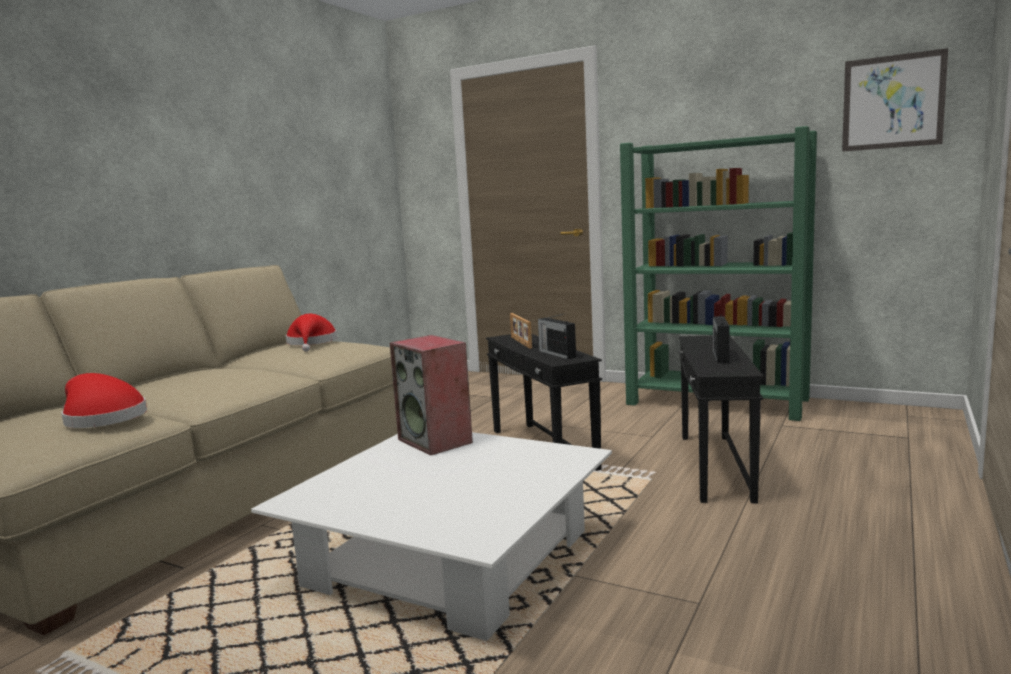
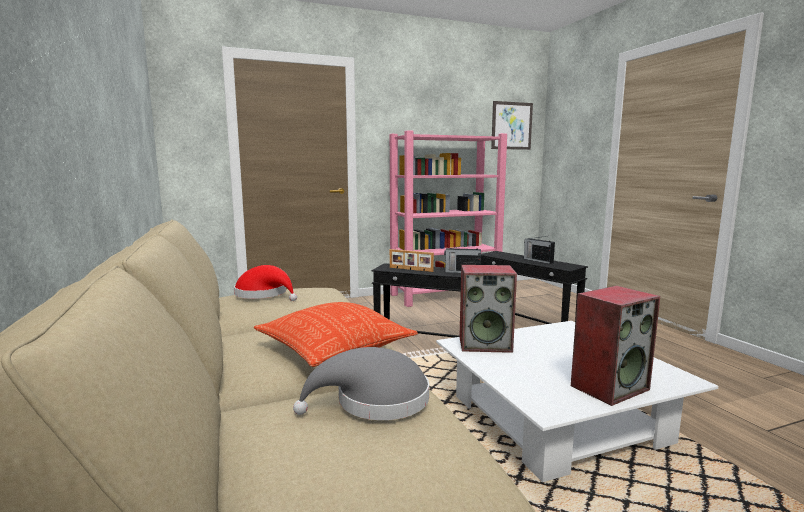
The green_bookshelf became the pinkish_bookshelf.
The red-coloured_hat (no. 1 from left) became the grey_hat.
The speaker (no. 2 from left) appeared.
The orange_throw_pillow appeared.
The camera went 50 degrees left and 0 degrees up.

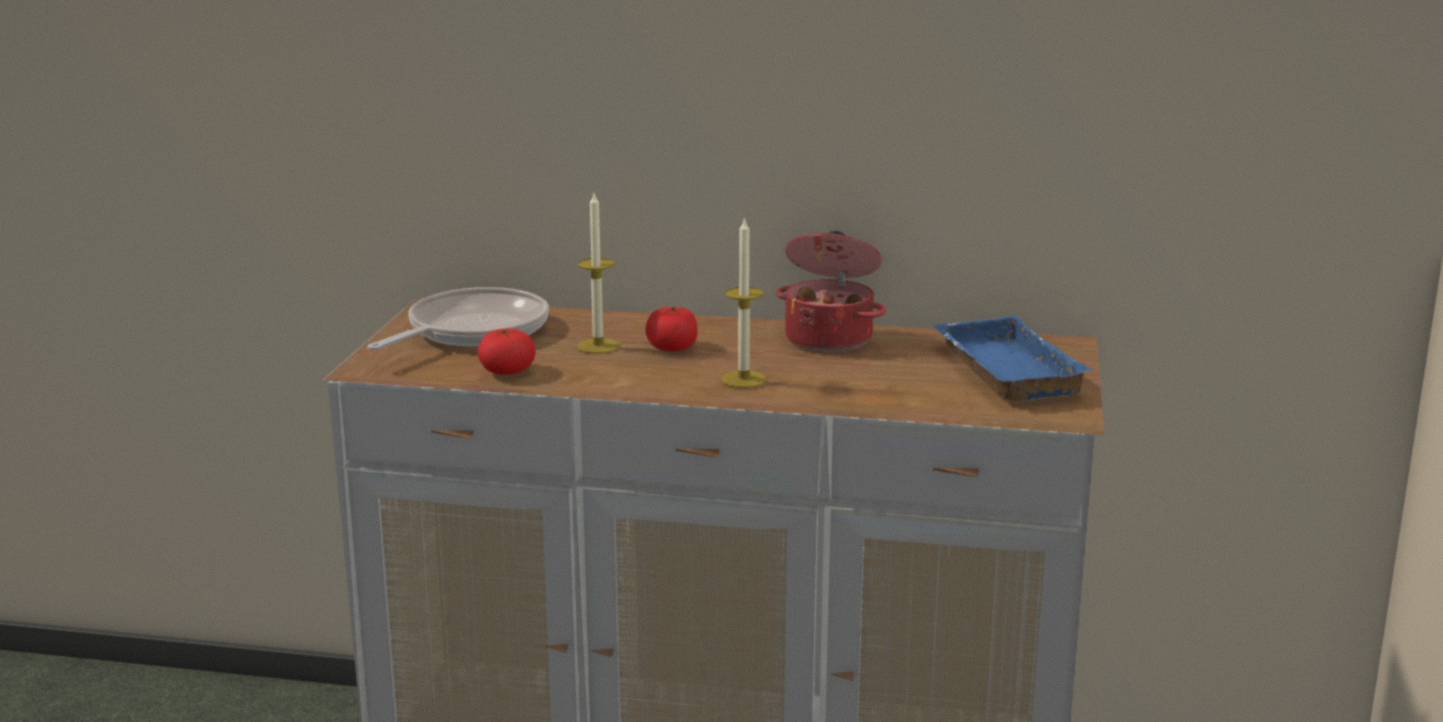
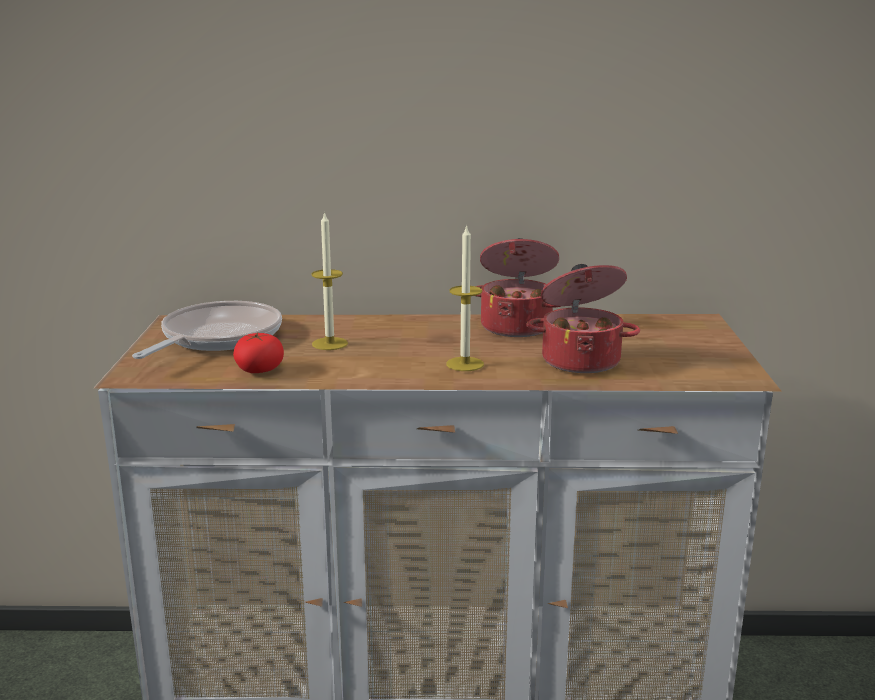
The tomato (no. 2 from left) disappeared.
The blue-coloured_tray disappeared.
The cooking_pot (no. 2 from left) appeared.
The camera went 10 degrees left and 0 degrees up.

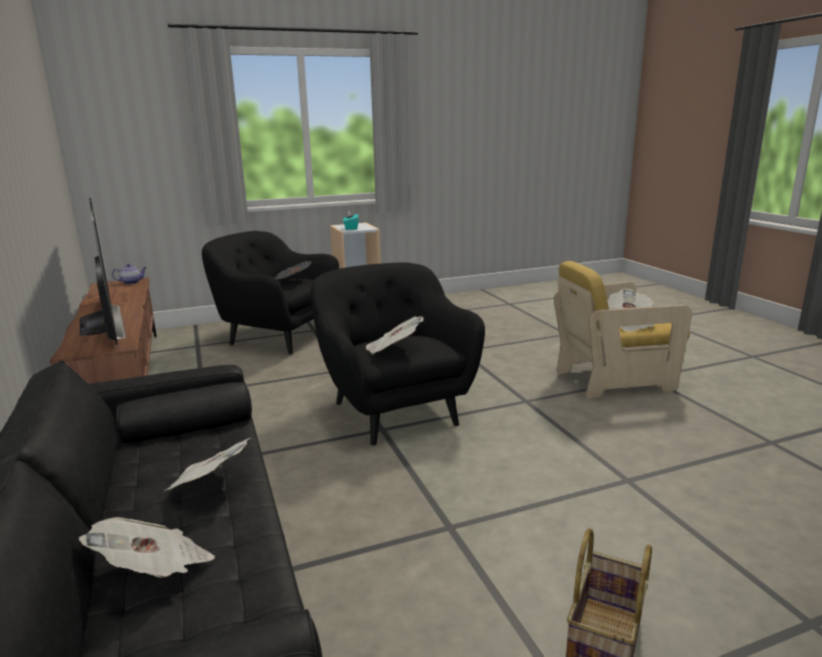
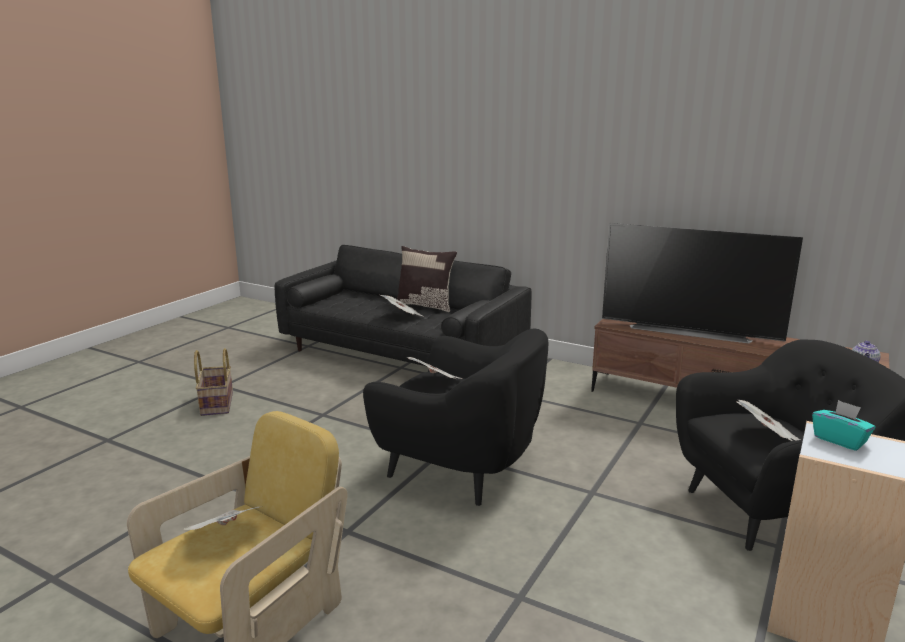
The daily_paper (no. 1 from left) disappeared.
The throw_pillow appeared.
The camera went 140 degrees right and 0 degrees up.

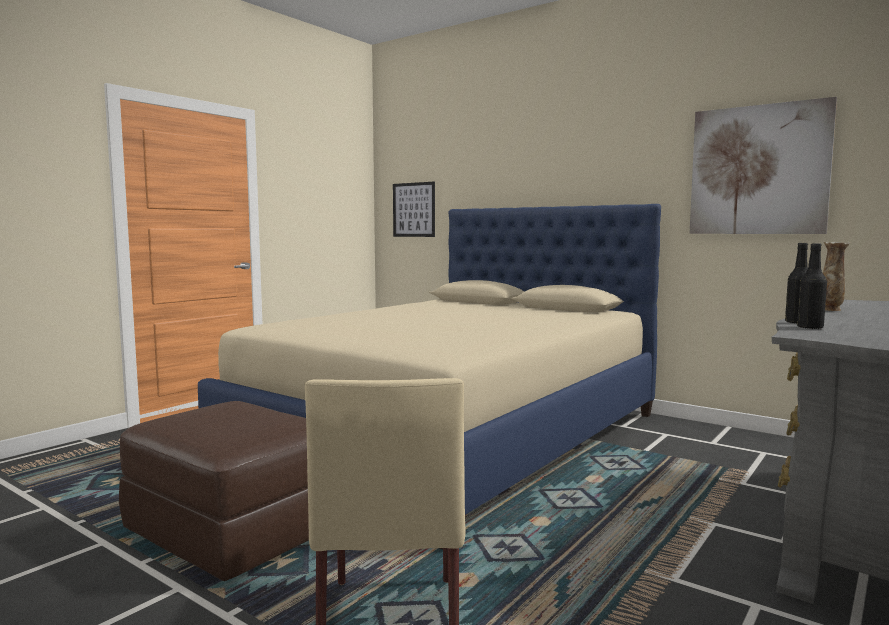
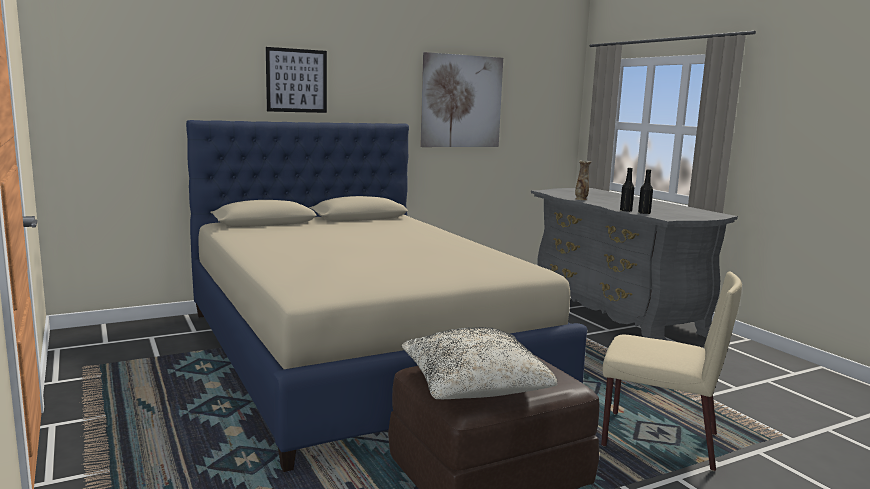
The wall_picture (no. 1 from left) moved.
The sand-coloured_throw_pillow appeared.
The camera went 65 degrees left and 5 degrees up.

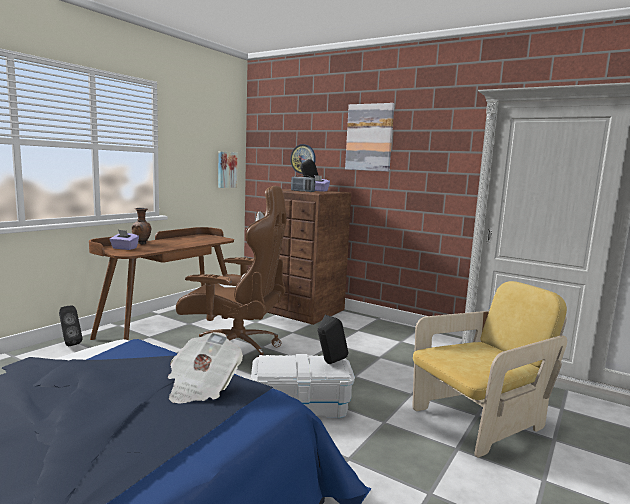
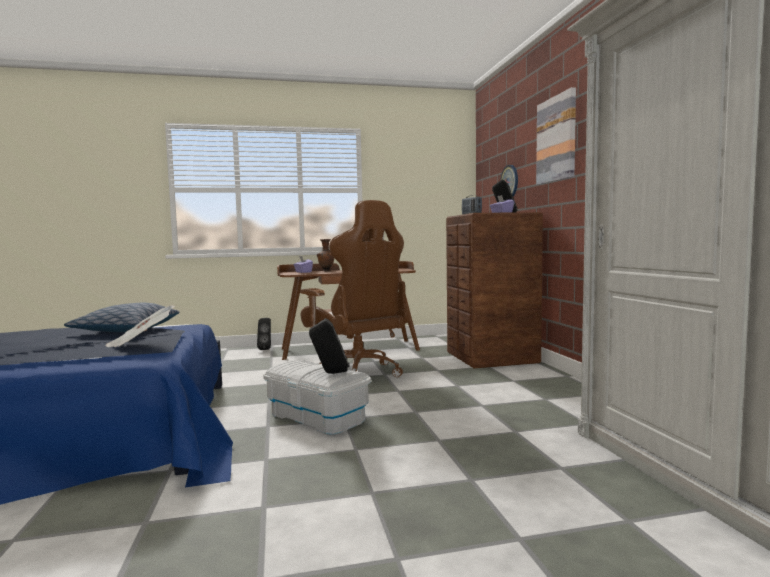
The wall_picture (no. 1 from left) disappeared.
The yellowish_lounge_chair disappeared.
The throw_pillow appeared.
The camera went 45 degrees right and 5 degrees down.

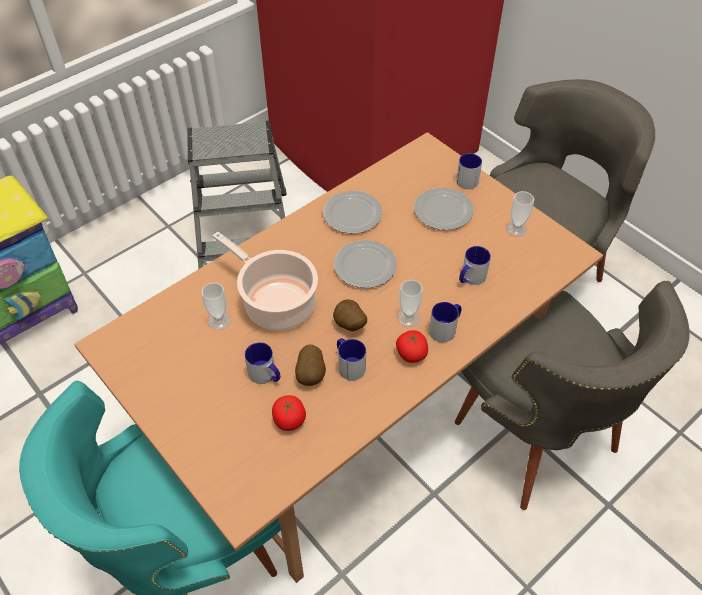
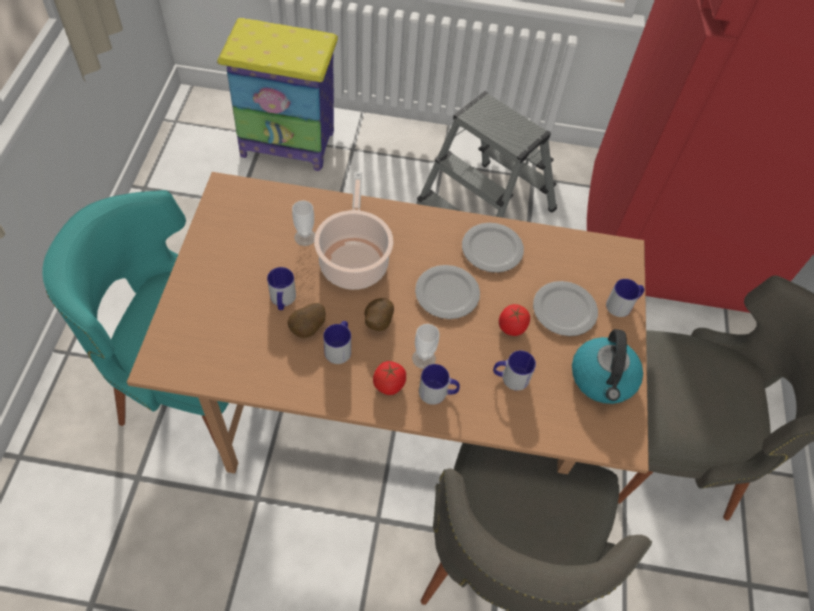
The cup (no. 3 from left) was replaced by the tea_kettle.
The tomato (no. 1 from left in the first image) moved.
The camera went 45 degrees right and 5 degrees up.

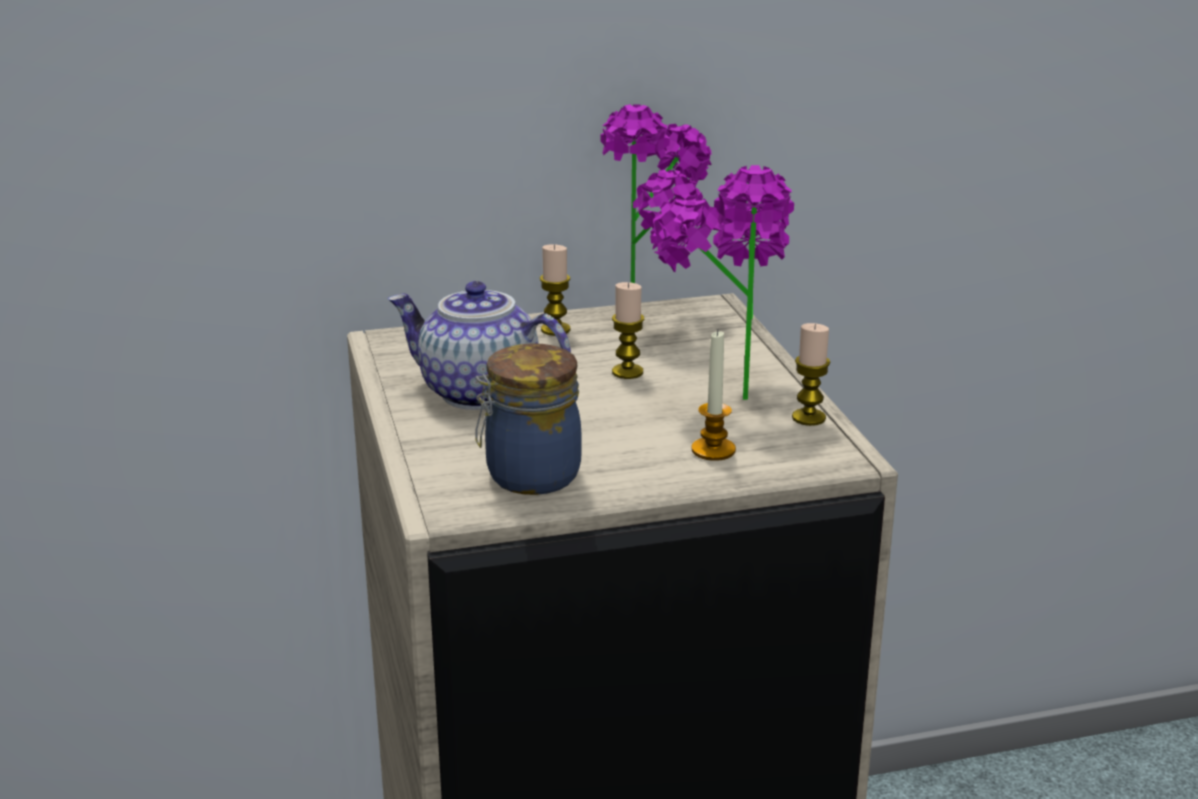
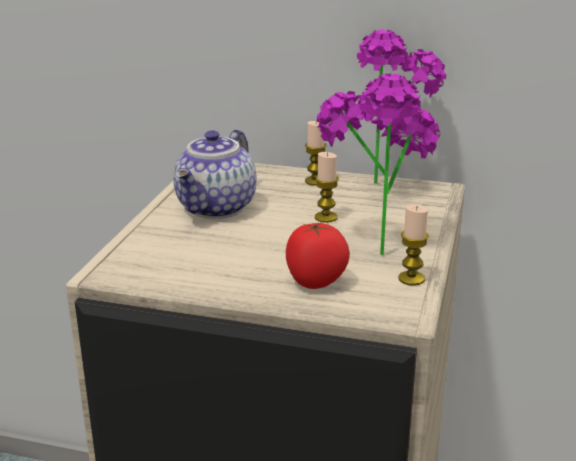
The pot_for_tea turned 120 degrees counterclockwise.
The candle (no. 3 from left) was replaced by the tomato.
The storage_jar disappeared.
The camera went 30 degrees right and 0 degrees up.

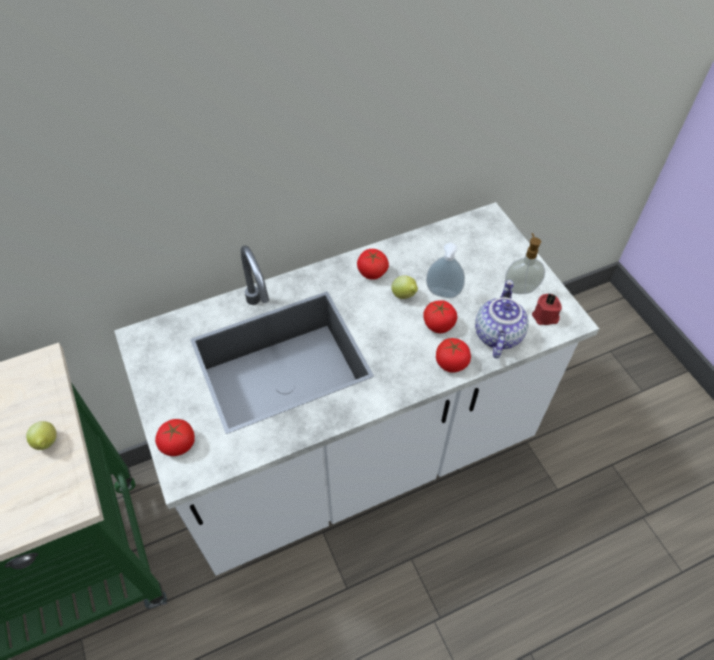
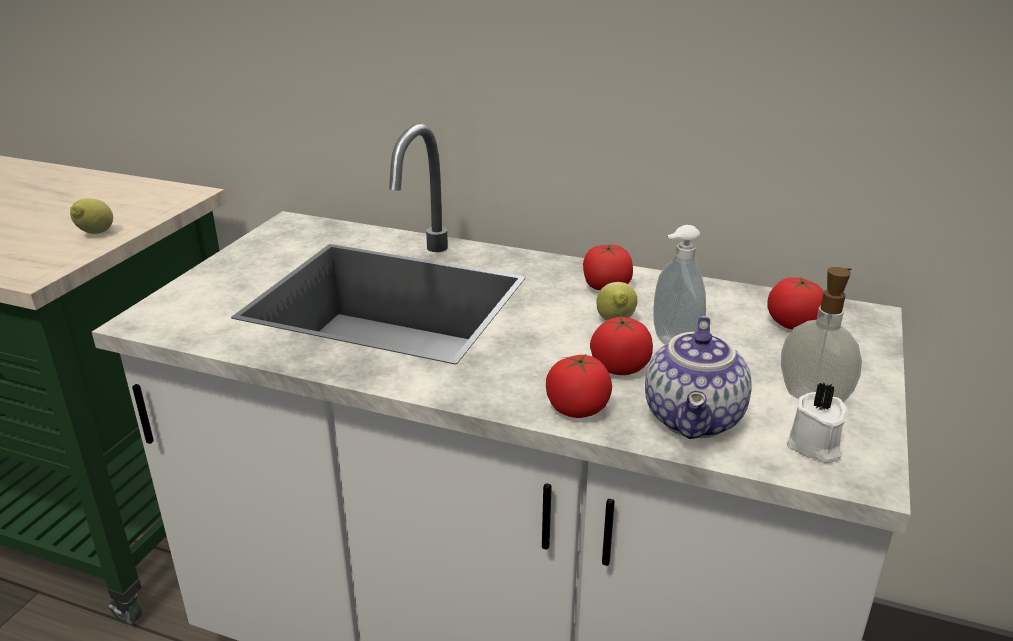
The pot_for_tea turned 135 degrees clockwise.
The red-coloured_candle became the white-coloured_candle.
The tomato (no. 1 from left in the first image) moved.
The camera went 45 degrees right and 25 degrees down.

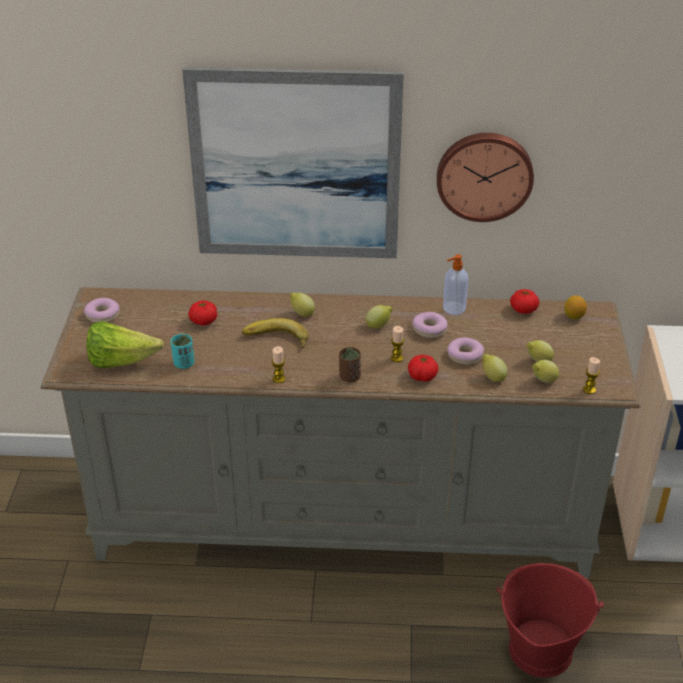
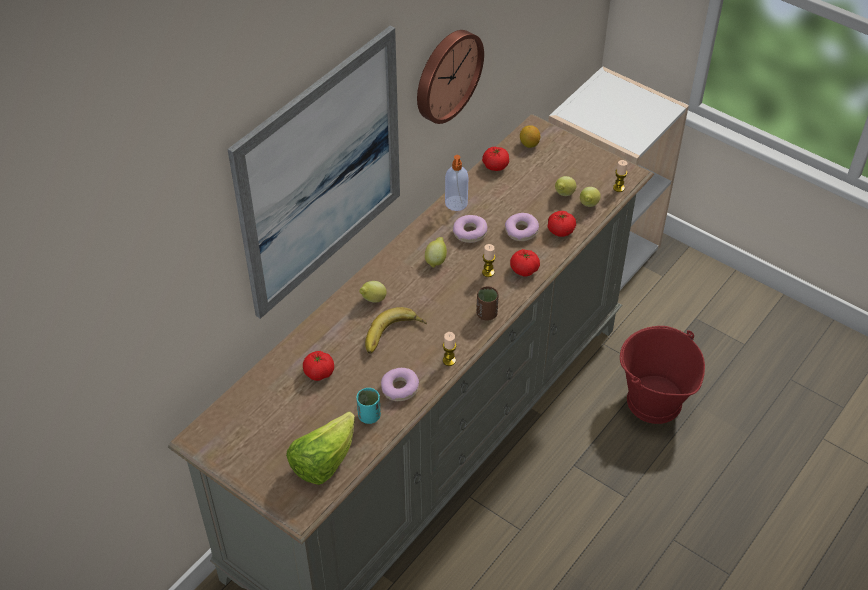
The doughnut (no. 1 from left) moved.
The citrus_fruit (no. 3 from left) was replaced by the tomato (no. 4 from left).
The camera went 55 degrees left and 10 degrees up.

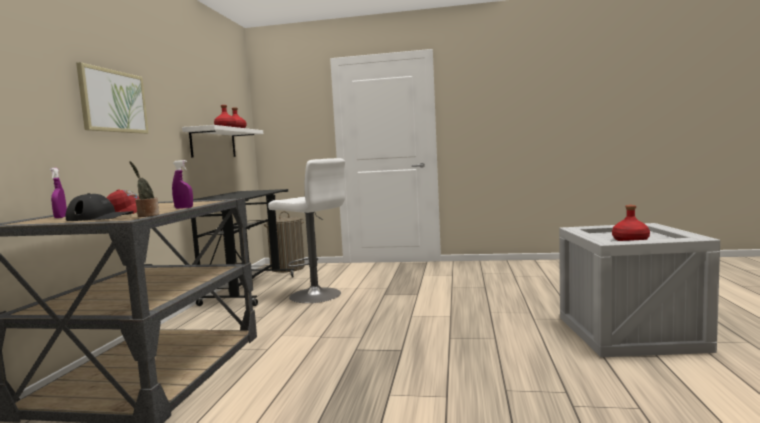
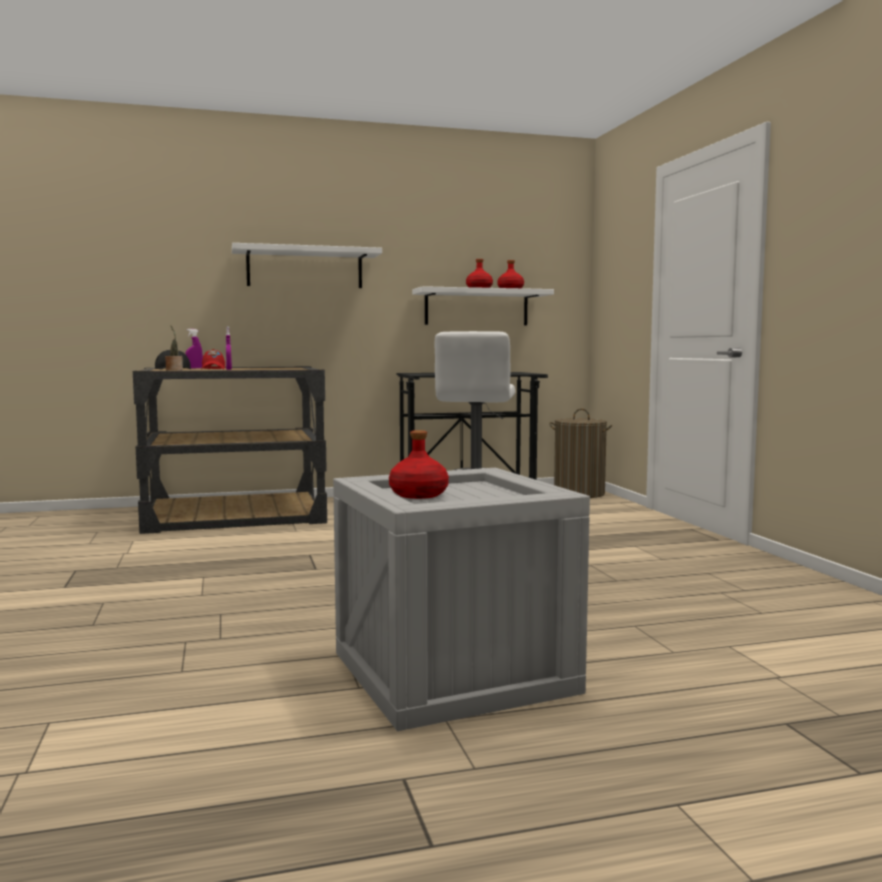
The wall_picture was replaced by the white-coloured_shelf (no. 1 from left).
The camera went 65 degrees right and 0 degrees up.

